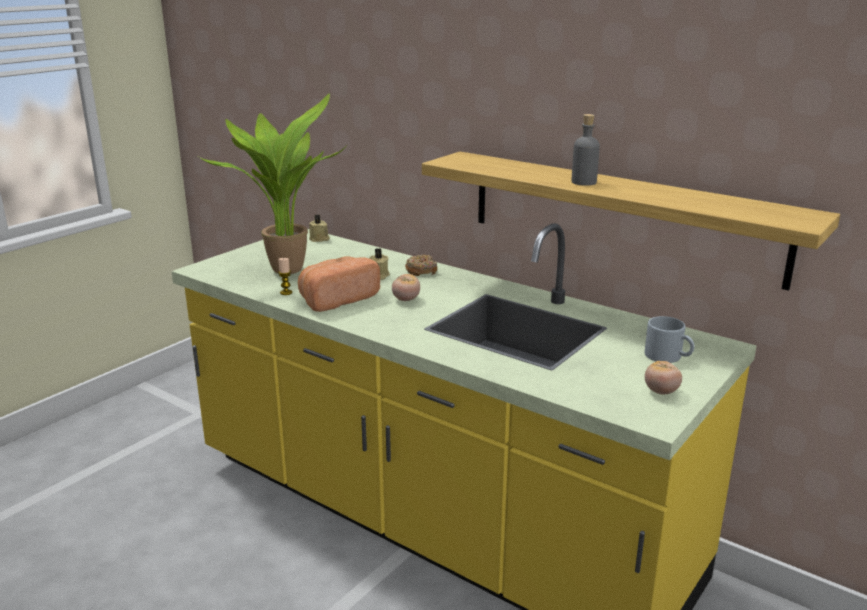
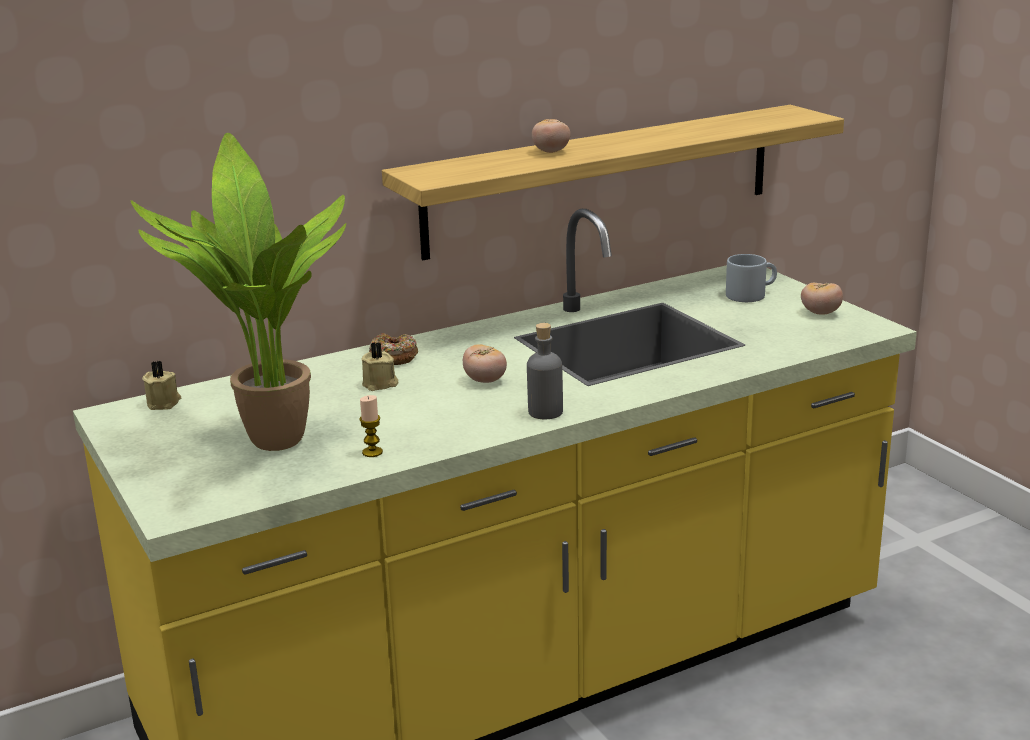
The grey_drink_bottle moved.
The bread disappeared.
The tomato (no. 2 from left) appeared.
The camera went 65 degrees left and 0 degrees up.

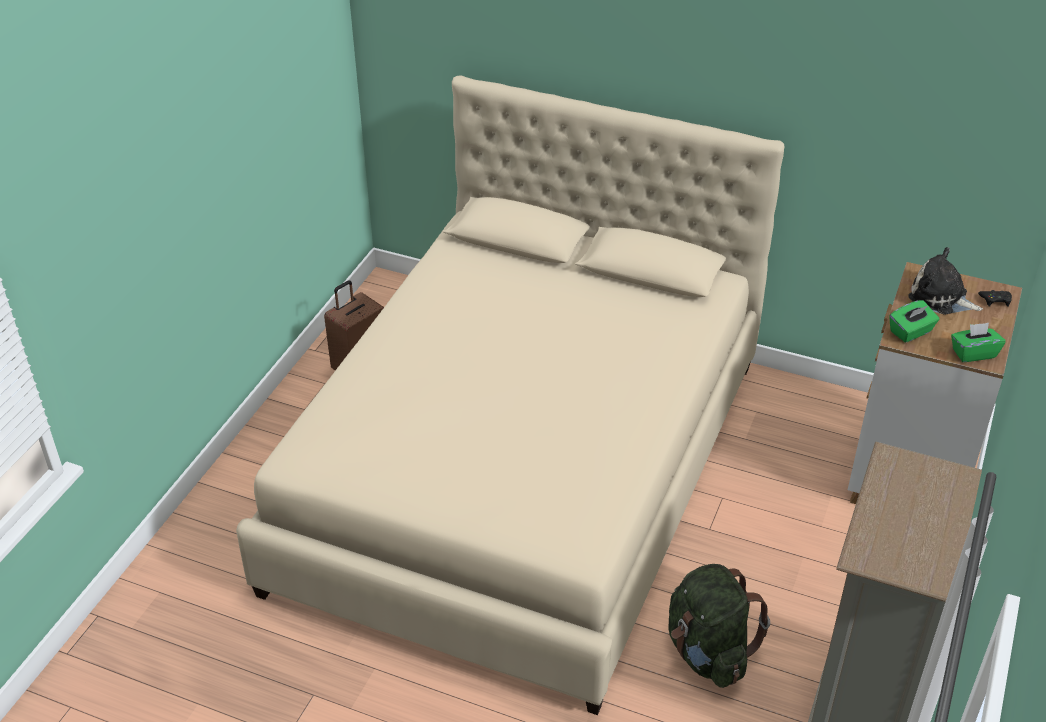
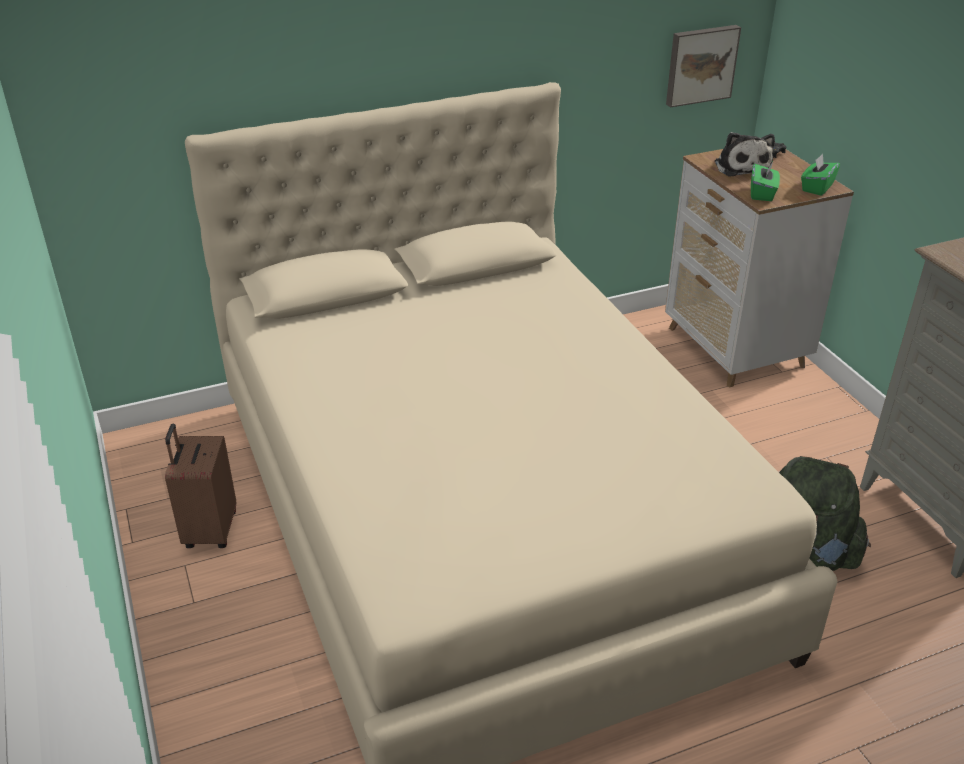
The plush_toy turned 90 degrees counterclockwise.
The wall_picture appeared.
The camera went 45 degrees left and 5 degrees down.

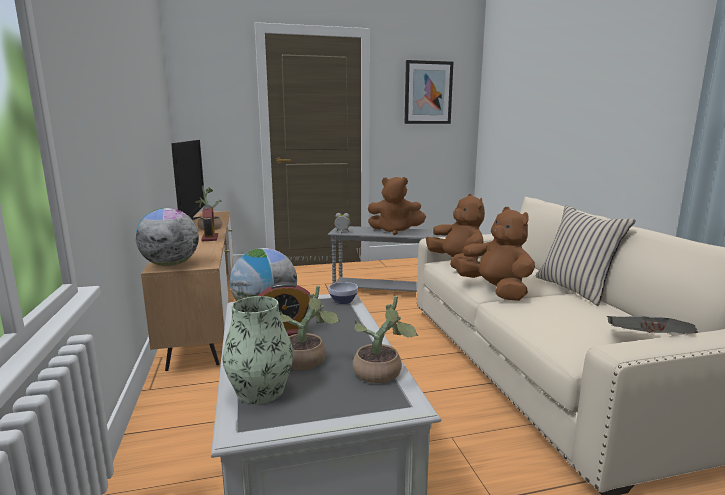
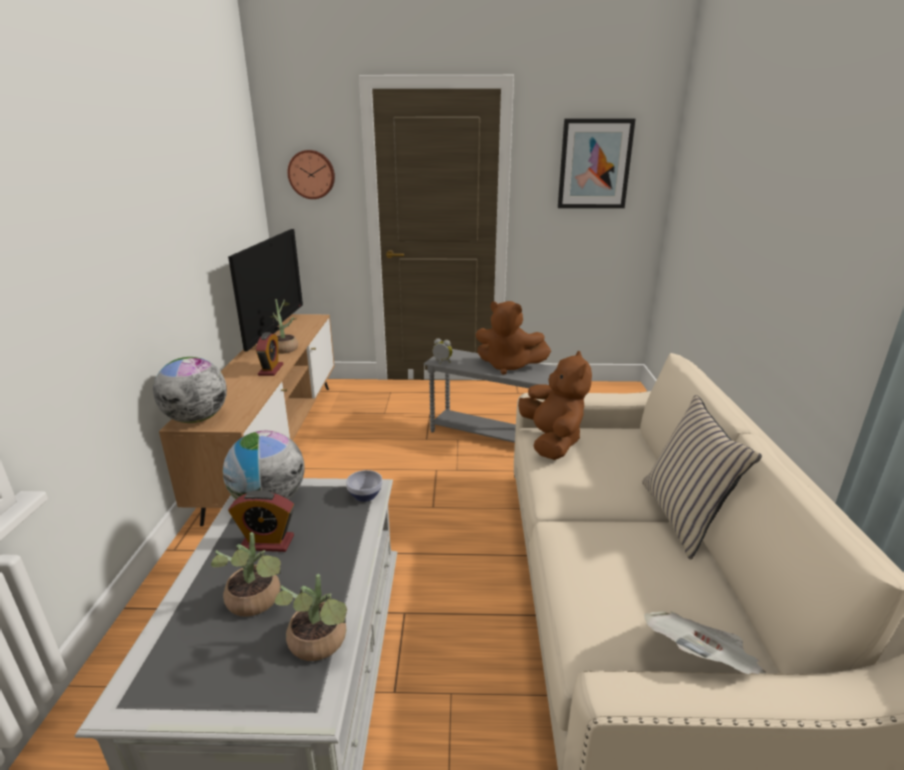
The brownish_plush_toy (no. 3 from left) disappeared.
The flower_vase disappeared.
The hanging_clock appeared.
The camera went 15 degrees right and 10 degrees up.

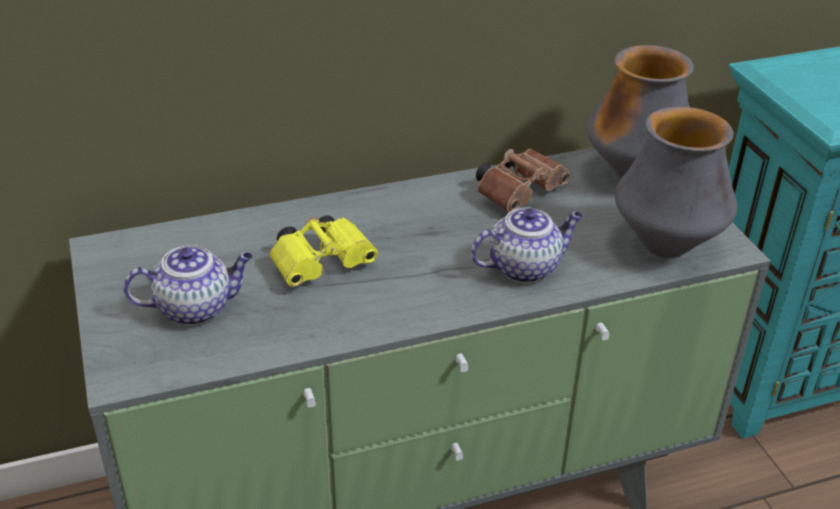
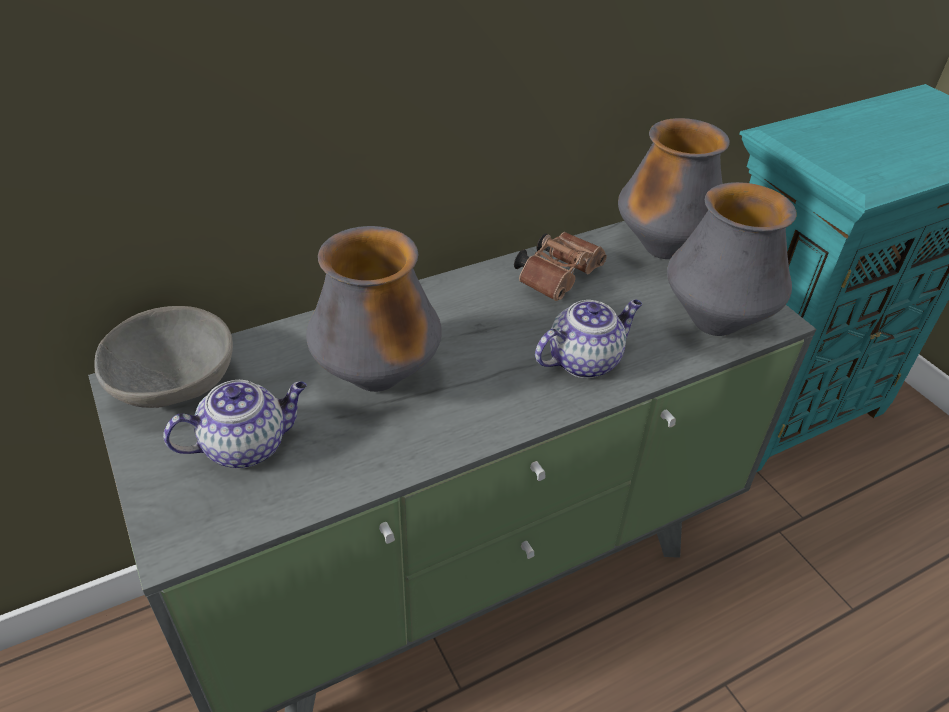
The yellowish_binoculars was replaced by the flower_vase (no. 1 from left).
The grey_bowl appeared.
The camera went 10 degrees left and 5 degrees up.

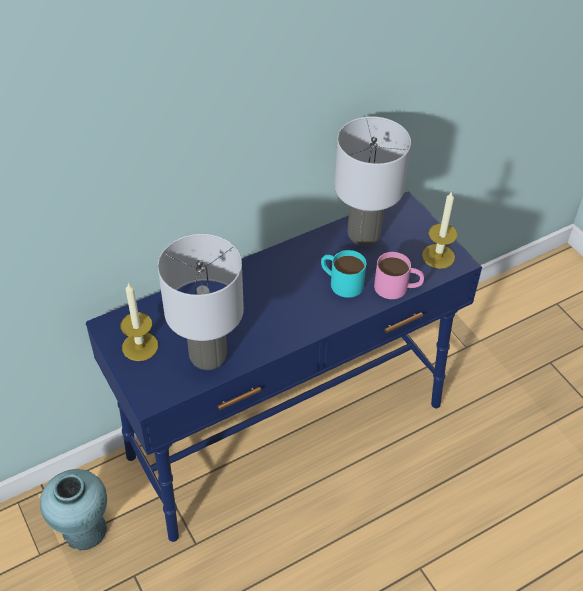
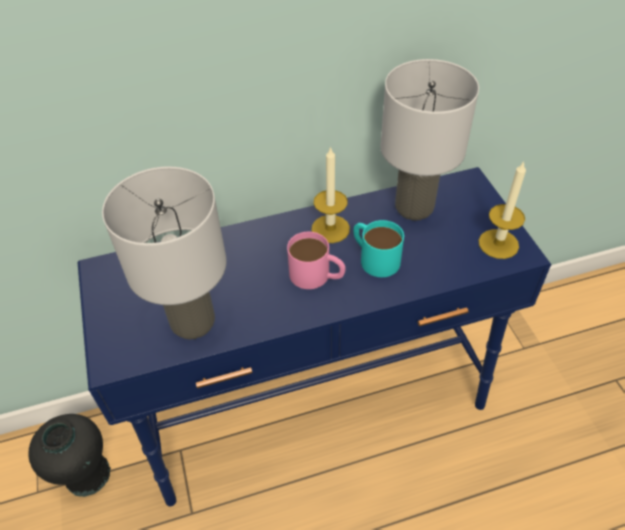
The pinkish_tea_mug moved.
The candle (no. 1 from left) moved.
The blue-green_flower_vase became the black-coloured_flower_vase.
The camera went 15 degrees right and 0 degrees up.

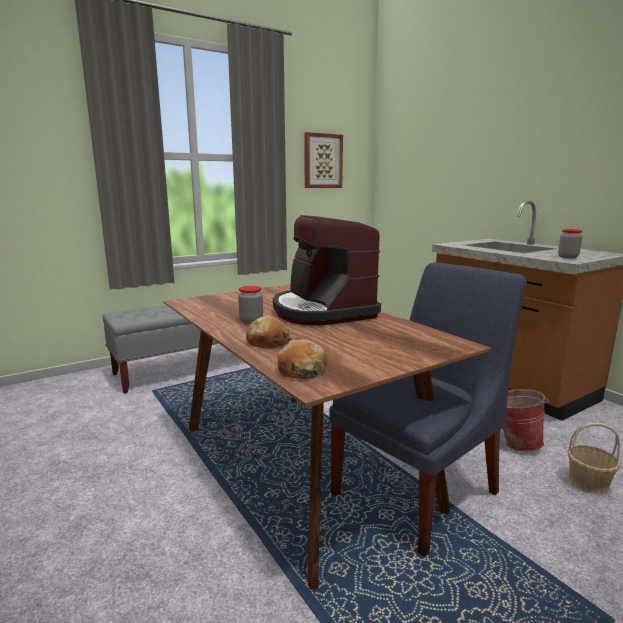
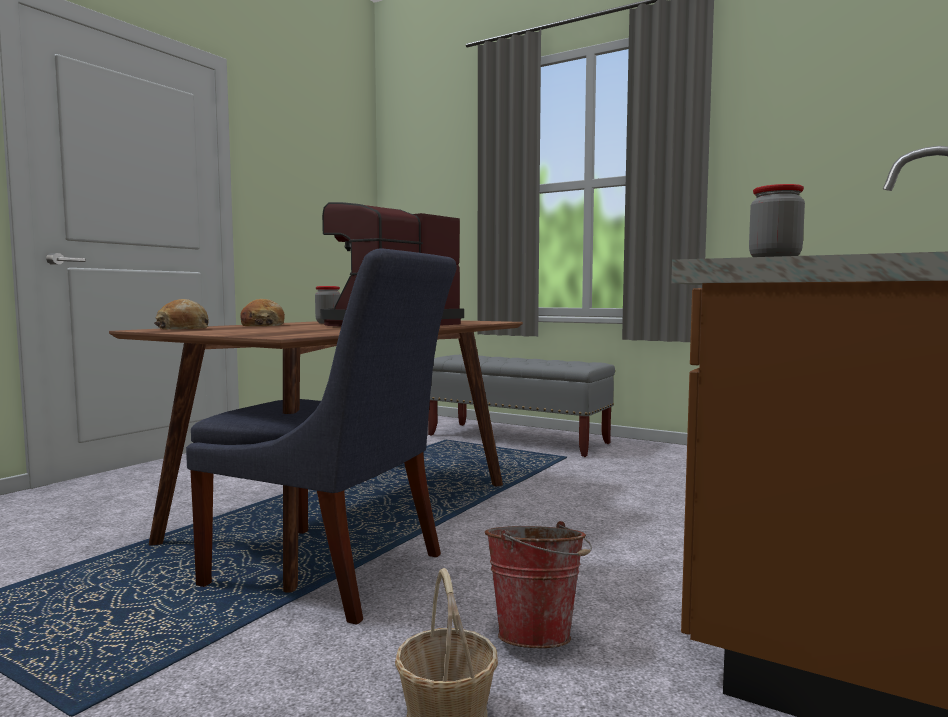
The wall_picture disappeared.
The camera went 65 degrees right and 10 degrees down.

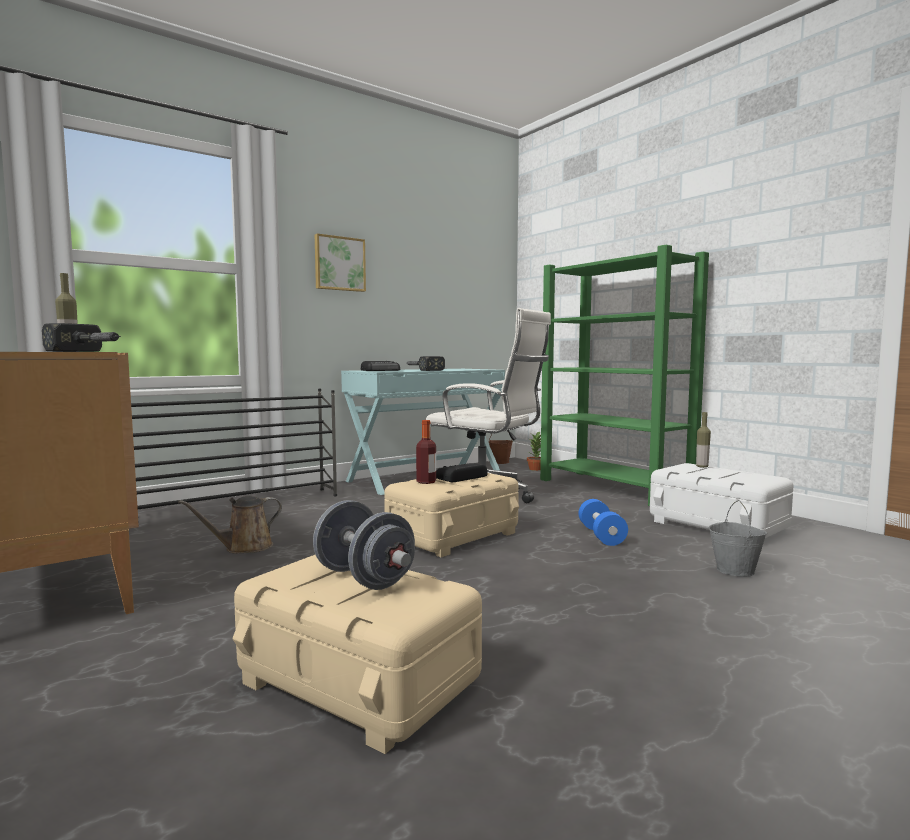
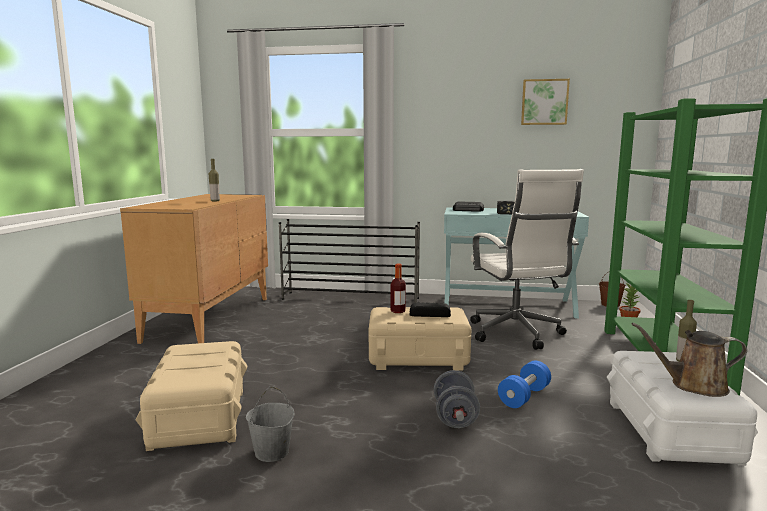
The wall_picture moved.
The tool_hammer (no. 1 from left) disappeared.
The brownish_sprinkling_can moved.
The grey_free_weight moved.
The grey_pail moved.
The camera went 45 degrees right and 5 degrees up.

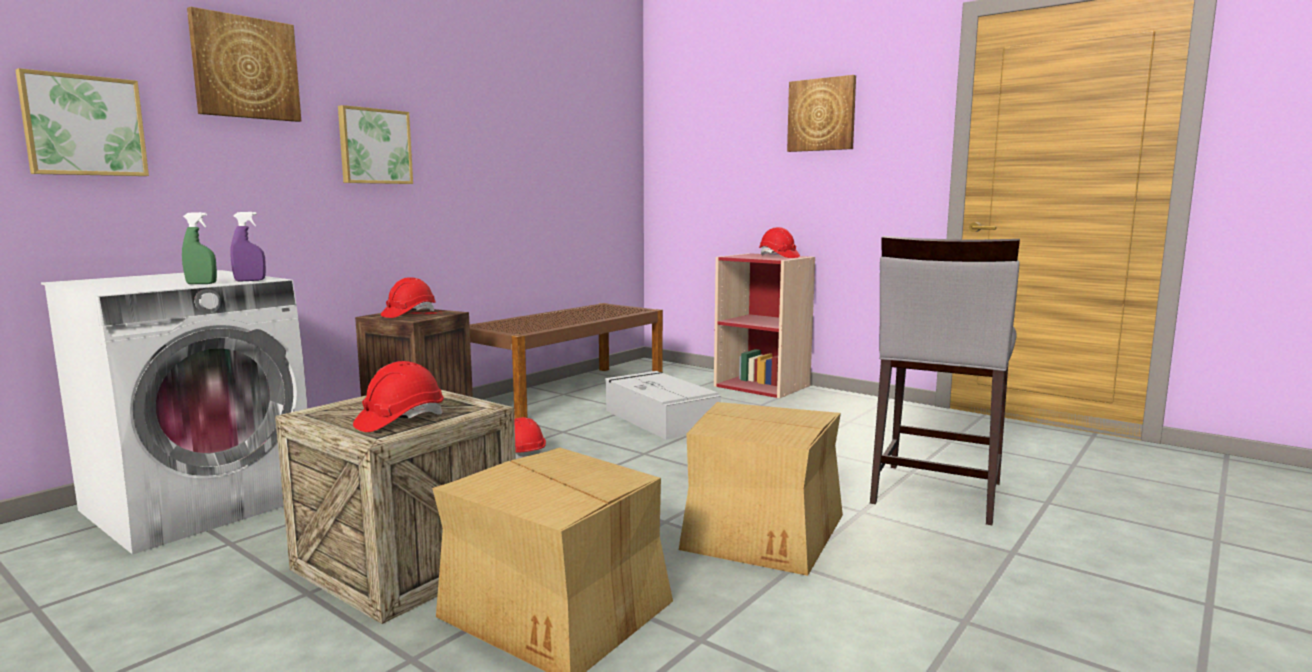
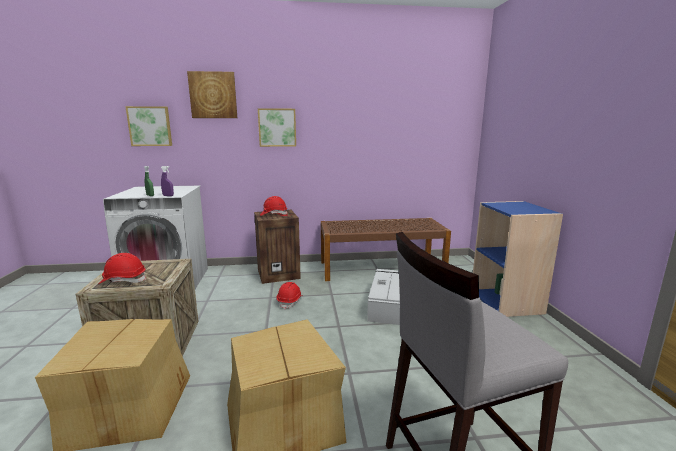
The wall_picture (no. 4 from left) disappeared.
The red-coloured_safety_helmet (no. 4 from left) disappeared.
The red-coloured_bookshelf became the blue-coloured_bookshelf.
The camera went 45 degrees right and 5 degrees up.

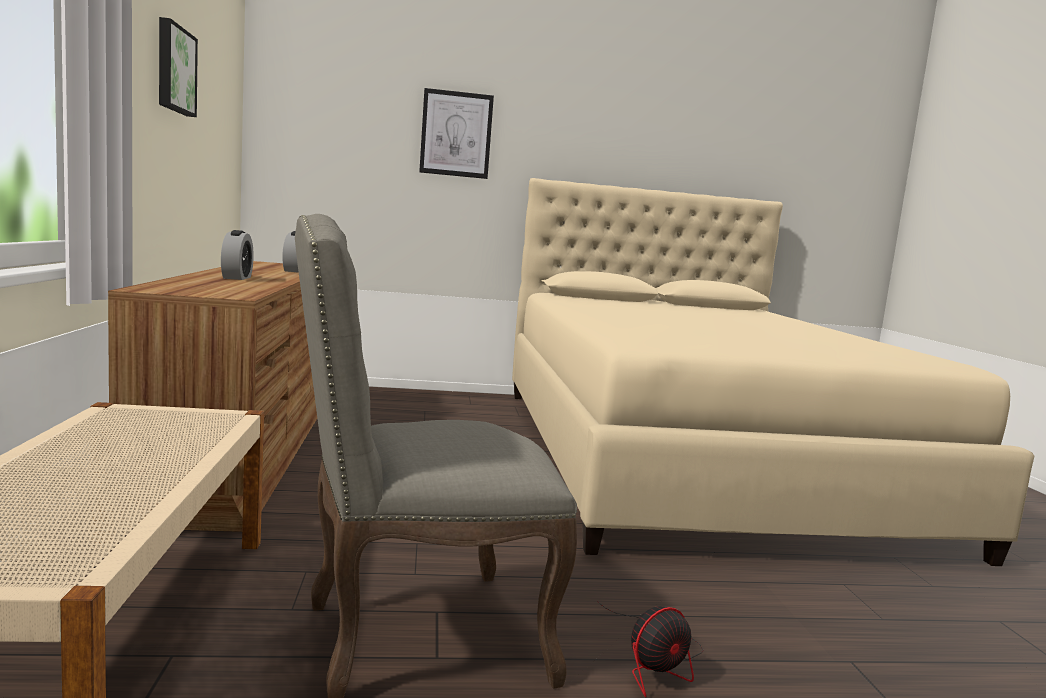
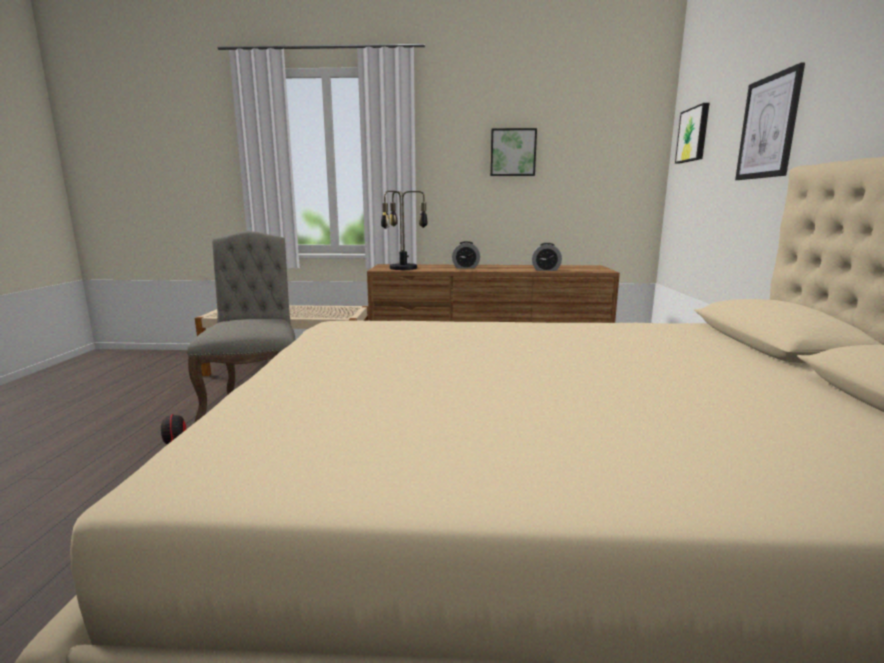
The wall_picture (no. 2 from left) appeared.
The table_lamp appeared.
The camera went 100 degrees right and 5 degrees up.

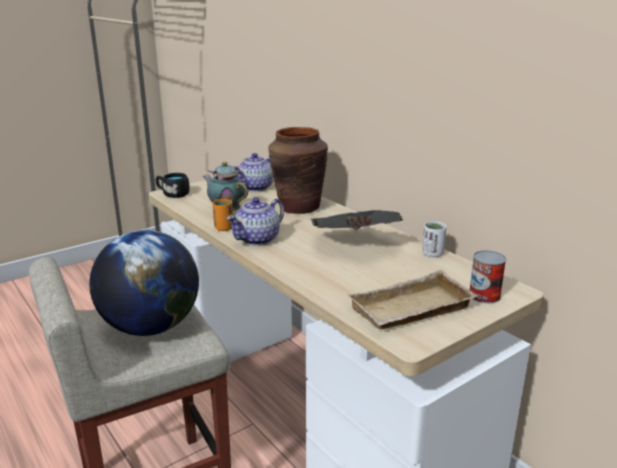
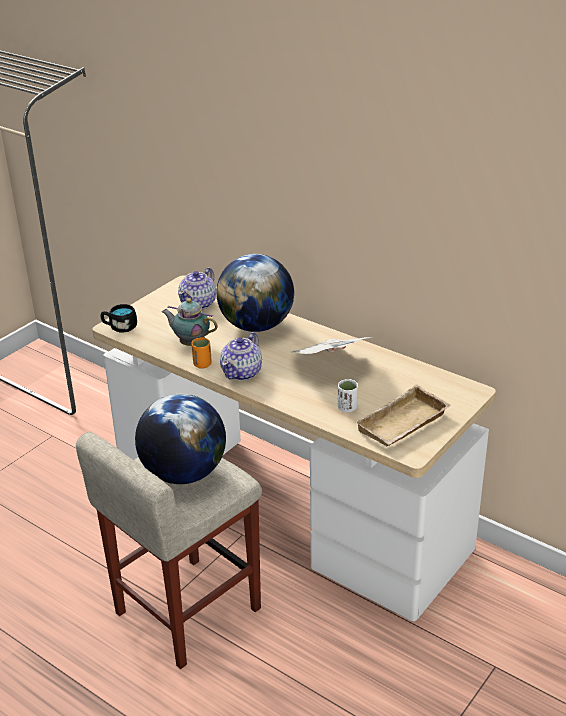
The brownish_flower_vase was replaced by the world_globe (no. 2 from left).
The white-coloured_cup moved.
The can disappeared.
The camera went 15 degrees left and 10 degrees up.

